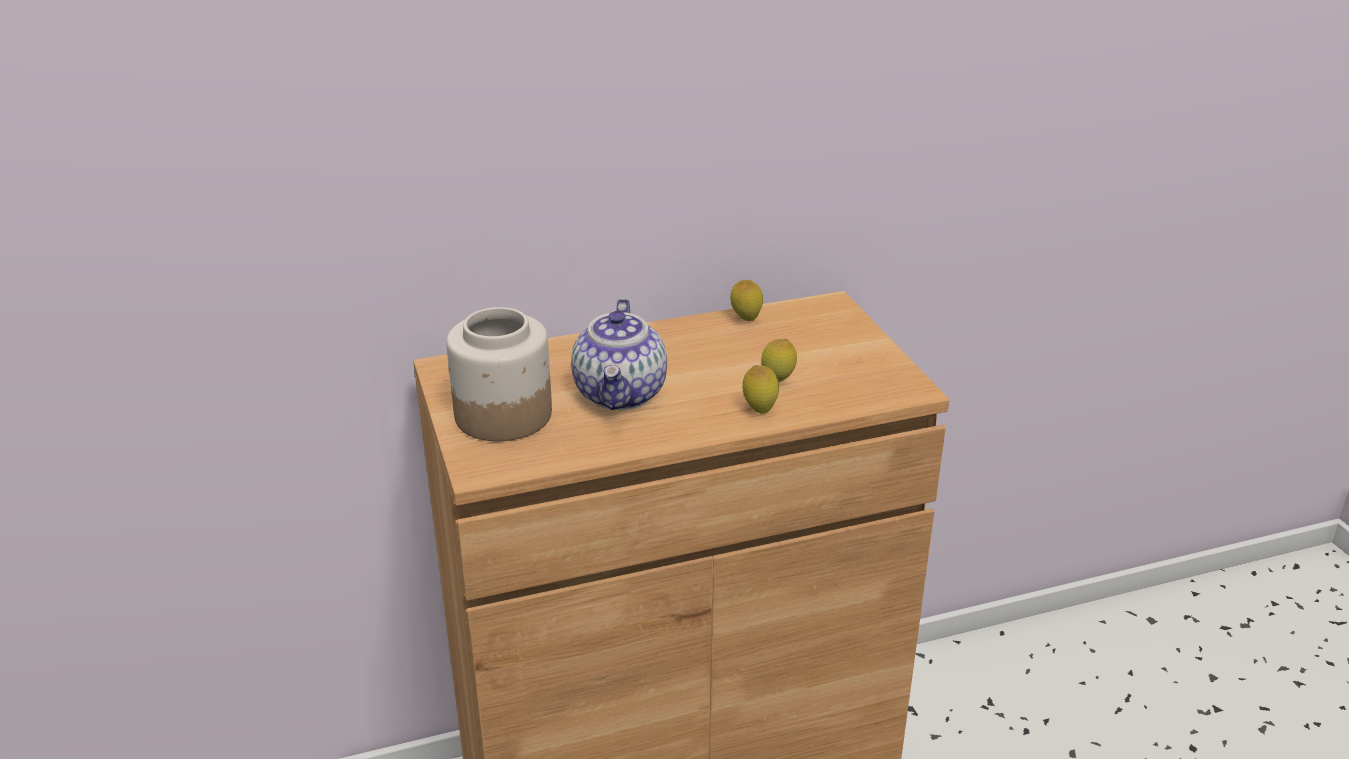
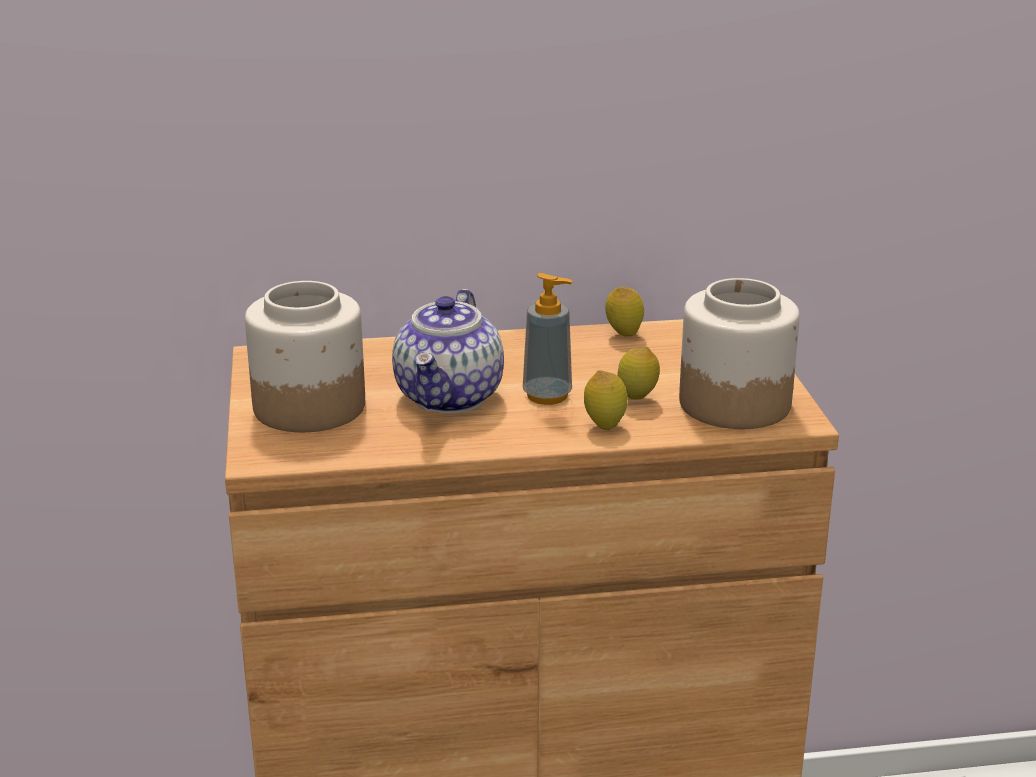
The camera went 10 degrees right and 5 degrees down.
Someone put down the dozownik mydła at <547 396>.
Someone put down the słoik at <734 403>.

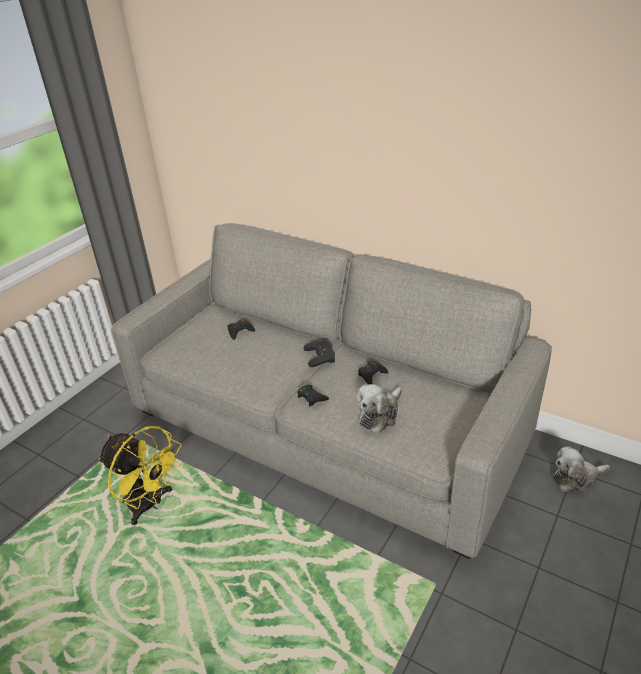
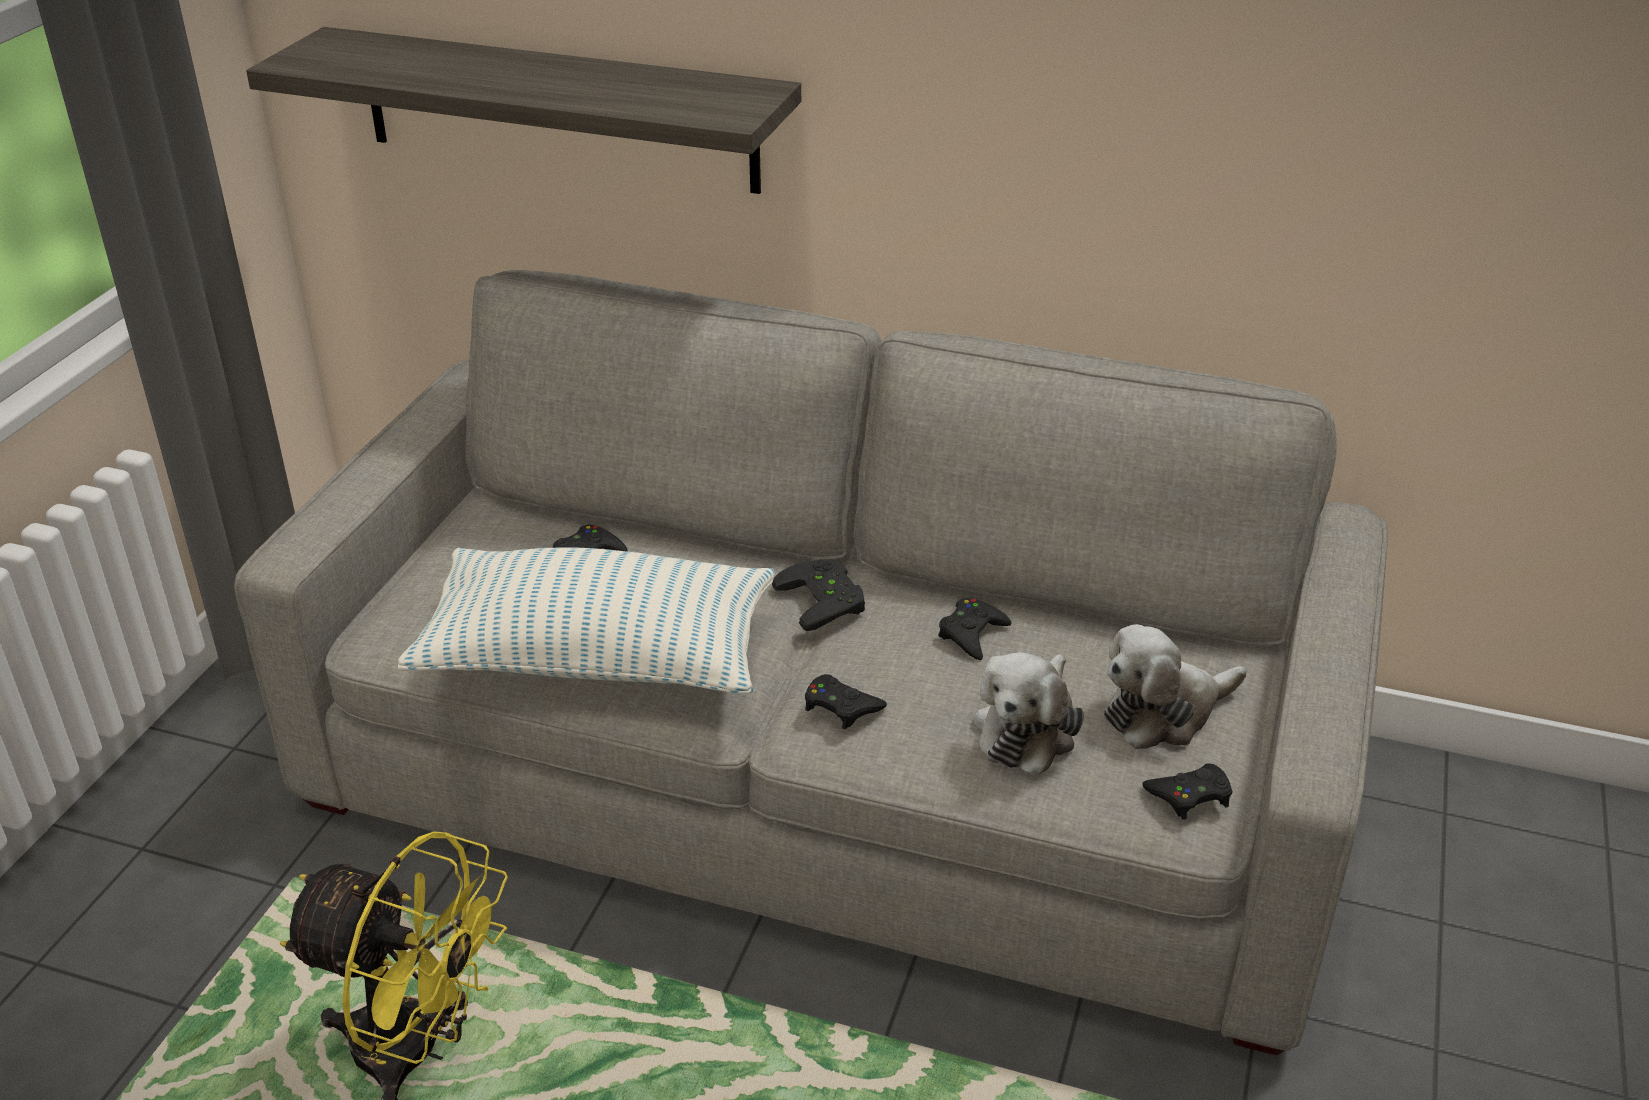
The camera went 15 degrees left and 0 degrees up.
Someone carried the pluszak from <576 478> to <1164 713>.
Someone put up the półka at <558 110>.
Someone put down the poduszka at <598 658>.
Someone put down the pad do gier [czarny] at <1190 795>.

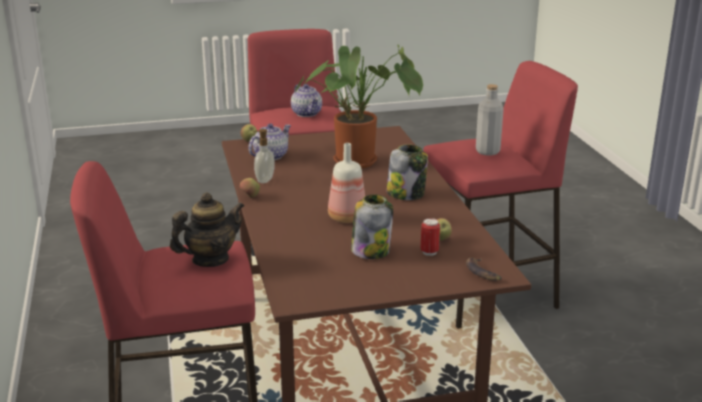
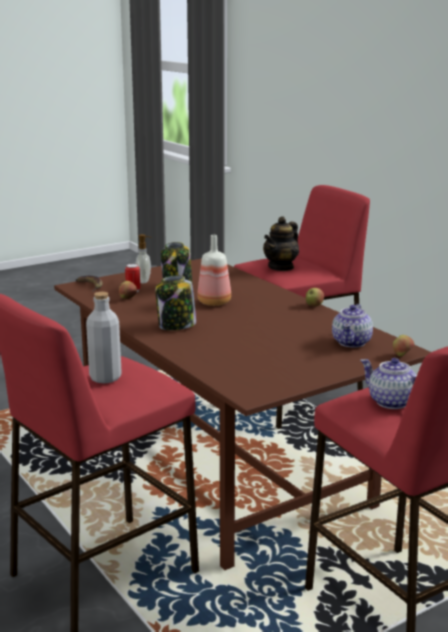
The camera went 160 degrees right and 5 degrees down.
Someone took away the roślina doniczkowa at <360 161>.
Someone carried the dozownik mydła from <264 180> to <144 281>.

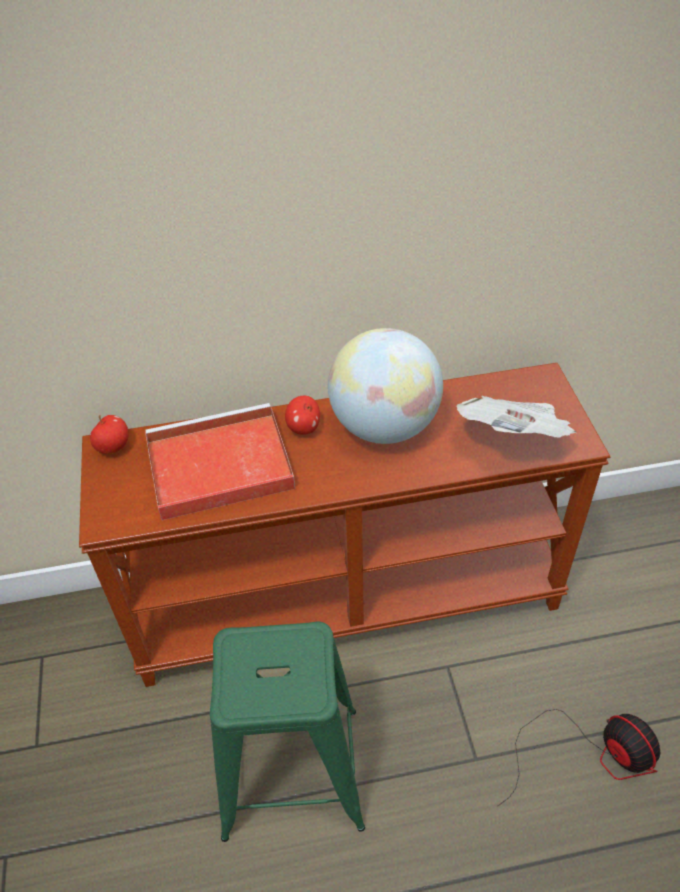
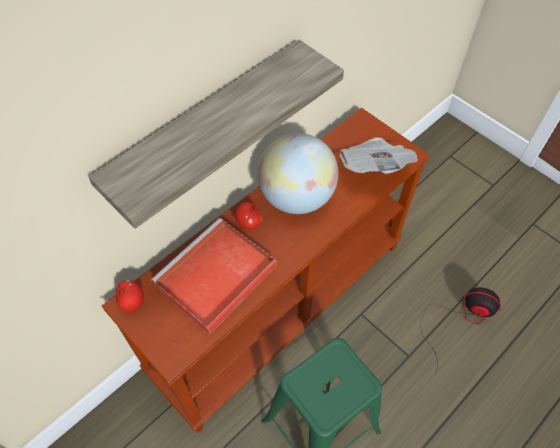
The camera went 35 degrees left and 10 degrees up.
Someone put up the półka at <207 128>.

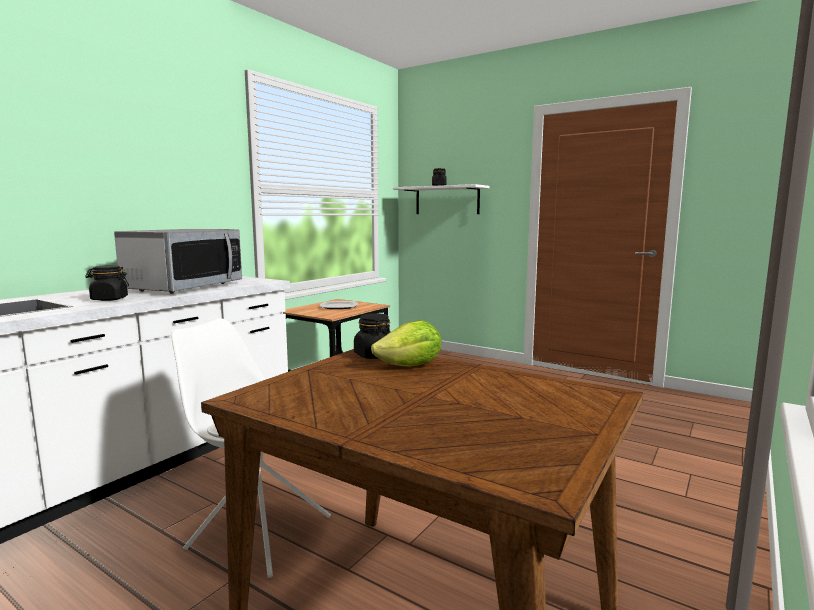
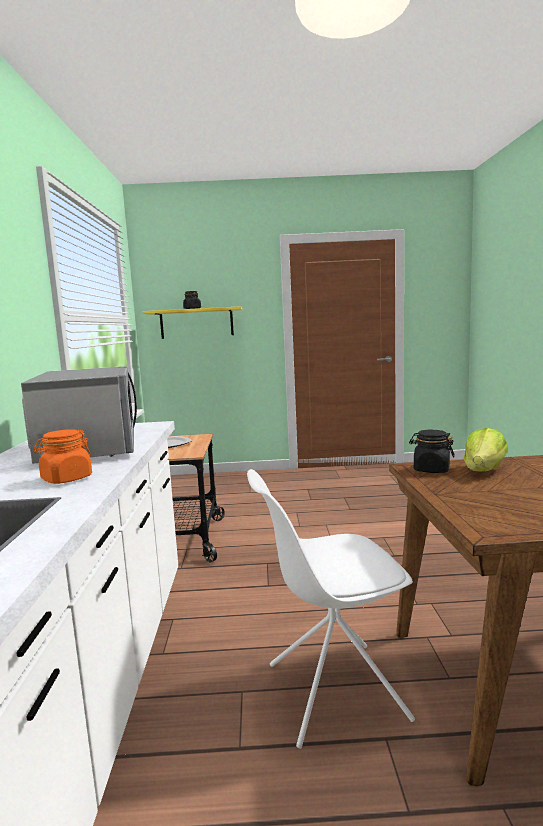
The camera went 35 degrees left and 0 degrees up.
Someone repainted the półka [biały] at <447 200>, which became the półka [żółty] at <196 323>.
Someone repainted the słoik [czarny] at <109 299>, which became the słoik [pomarańczowy] at <66 479>.

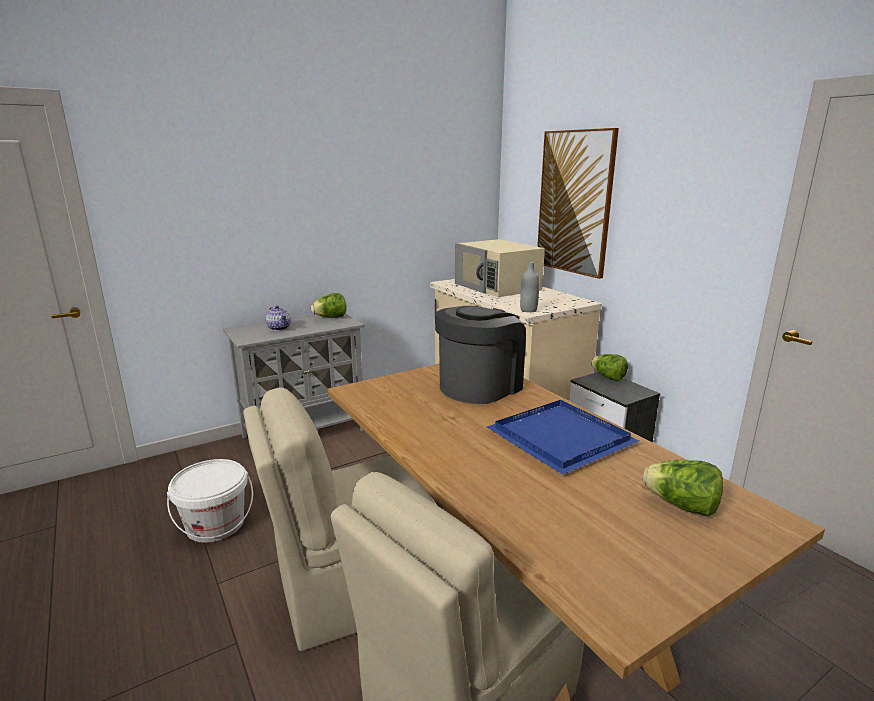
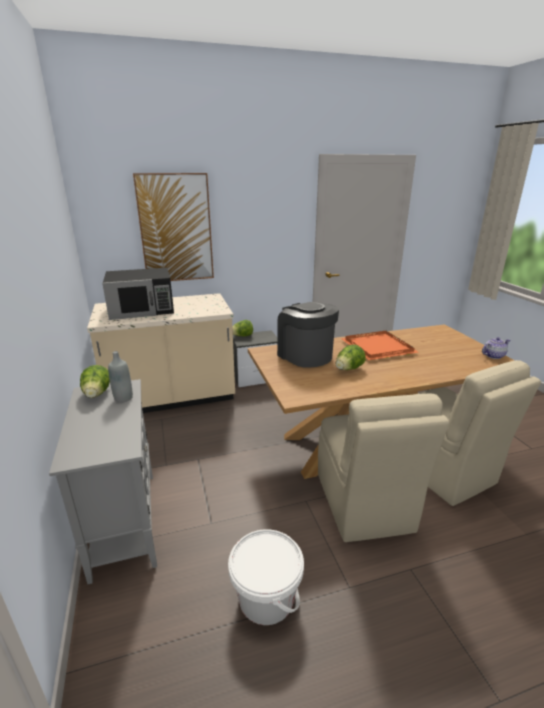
The camera went 75 degrees left and 5 degrees up.
Someone repainted the mikrofalówka [beżowy] at <497 286>, which became the mikrofalówka [czarny] at <142 309>.
Someone carried the butelka [szary] from <528 310> to <123 398>.
Someone carried the imbryk from <279 328> to <493 356>.
Someone repainted the taca [niebieski] at <560 437>, which became the taca [pomarańczowy] at <376 347>.
Someone carried the sałata from <681 506> to <348 369>.

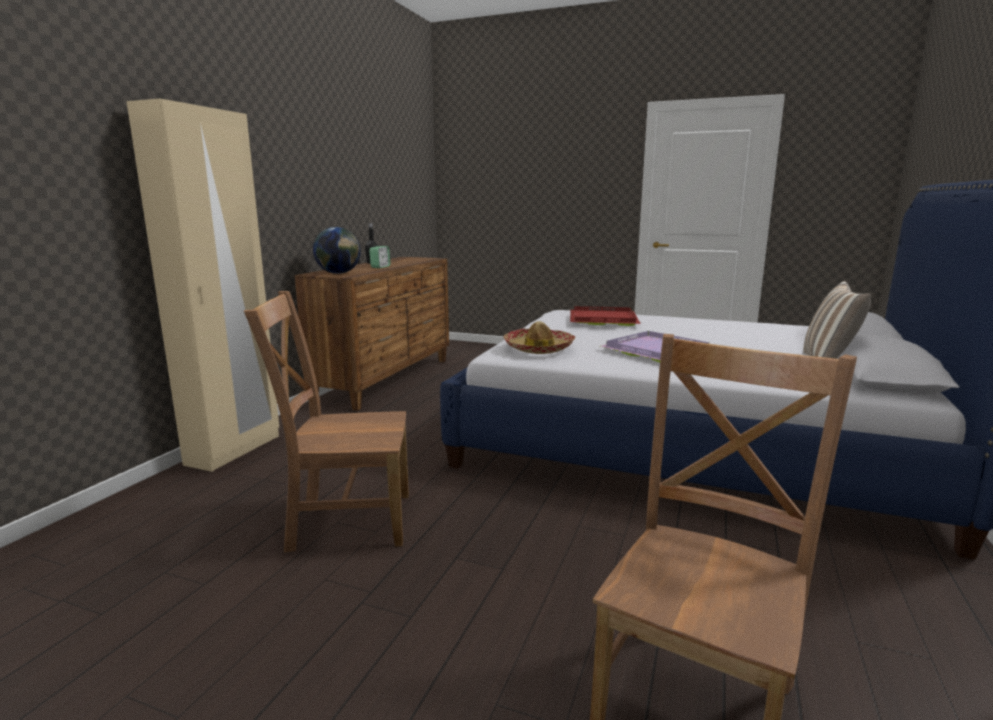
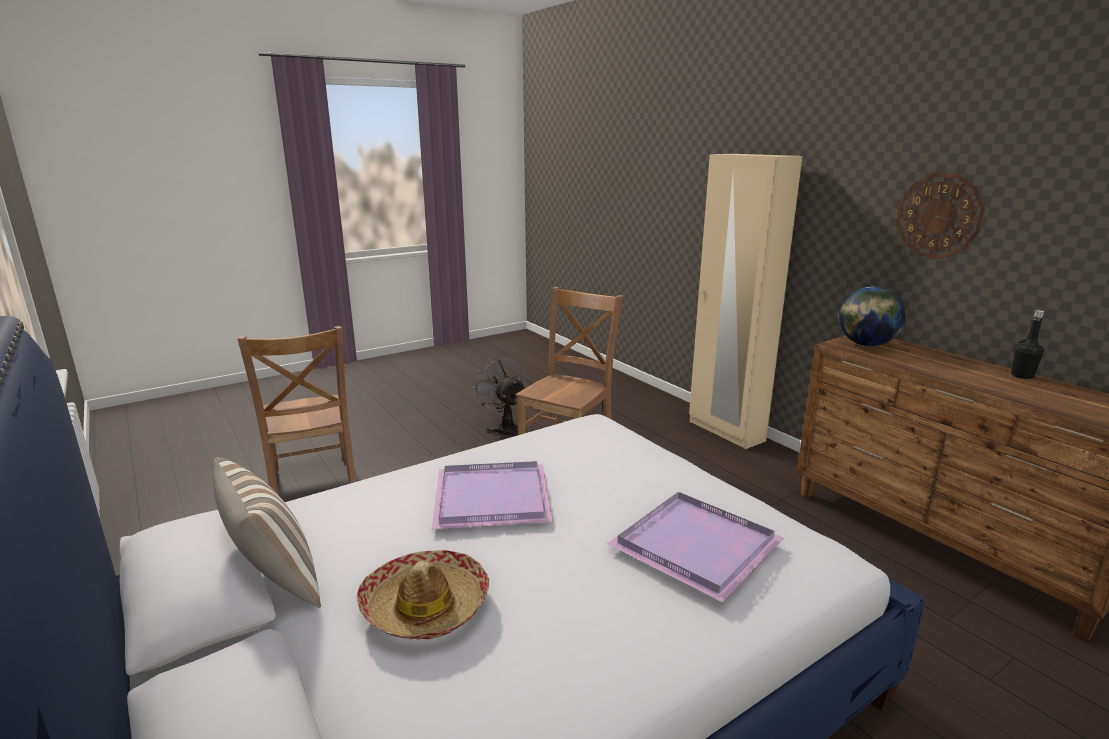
The camera went 125 degrees right and 5 degrees up.
Someone took away the budzik at <380 267>.
Someone repainted the taca [czerwony] at <601 319>, which became the taca [fioletowy] at <699 546>.
Someone carried the kapelusz from <538 348> to <426 606>.
Someone put up the zegar ścienny at <938 216>.
Someone put down the wentylator [szary] at <504 429>.

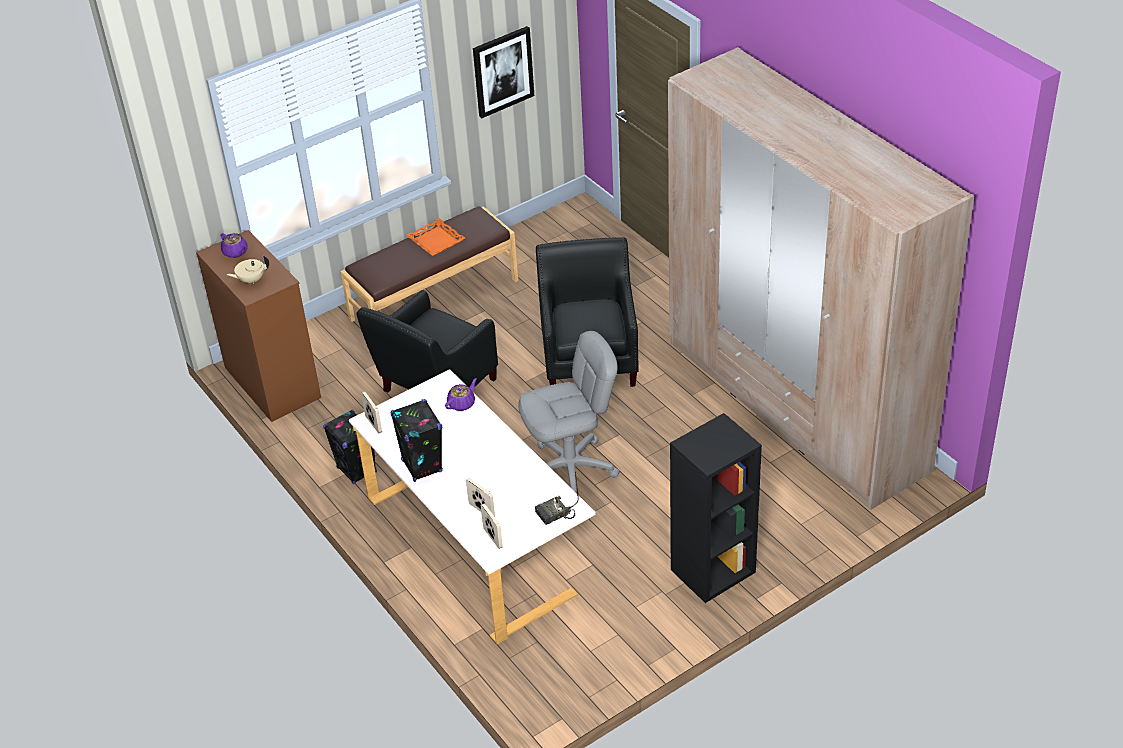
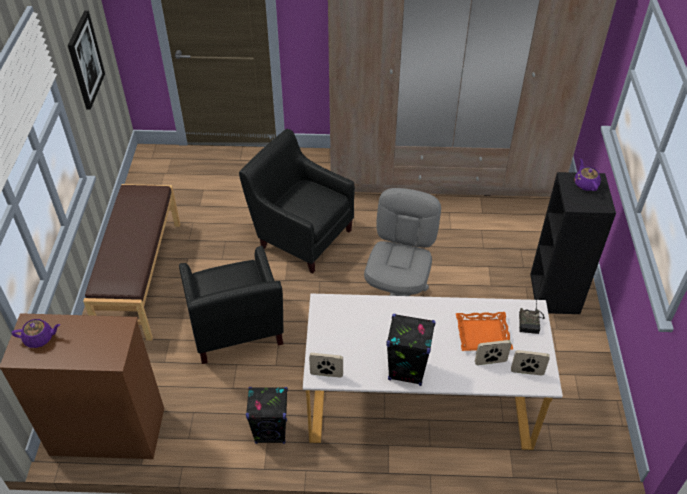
The camera went 55 degrees left and 5 degrees up.
Someone carried the taca [pomarańczowy] from <436 241> to <483 334>.
Someone took away the imbryk [beżowy] at <251 280>.
Someone carried the imbryk [fioletowy] from <462 403> to <585 184>.

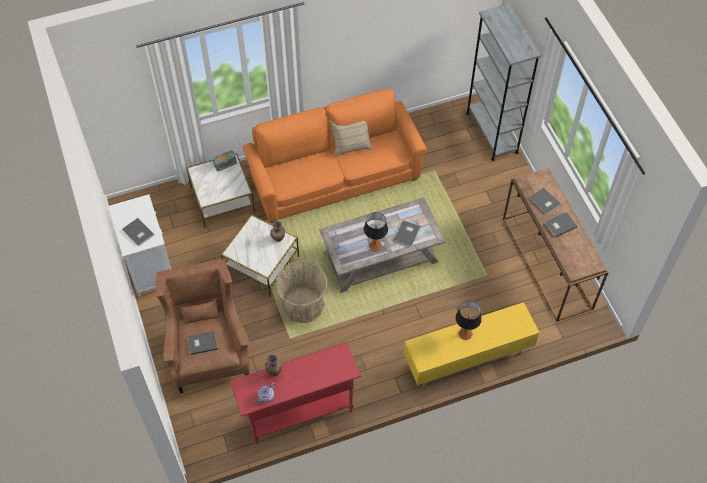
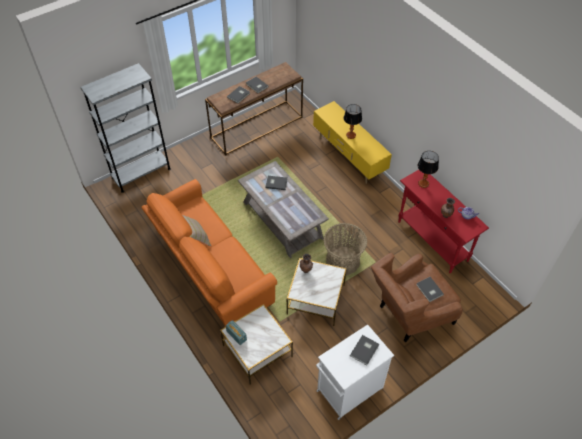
The camera went 105 degrees left and 5 degrees down.
Someone carried the lampa stołowa from <375 246> to <423 183>.

